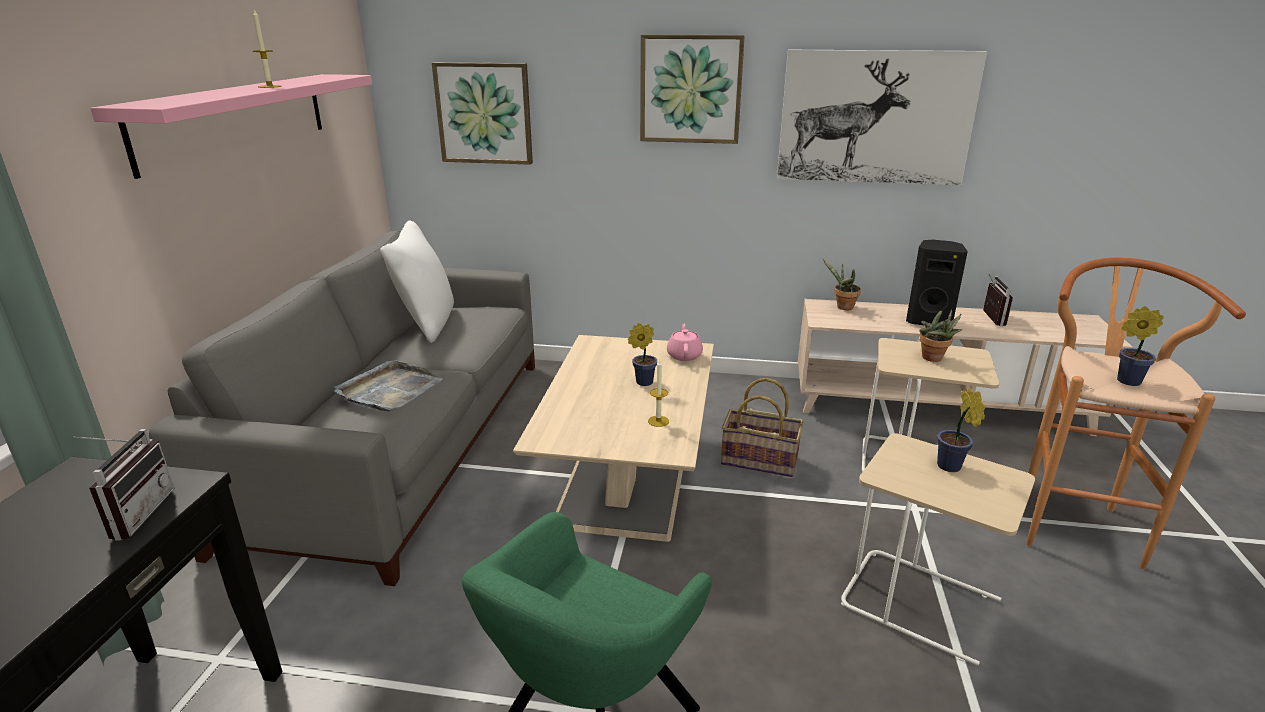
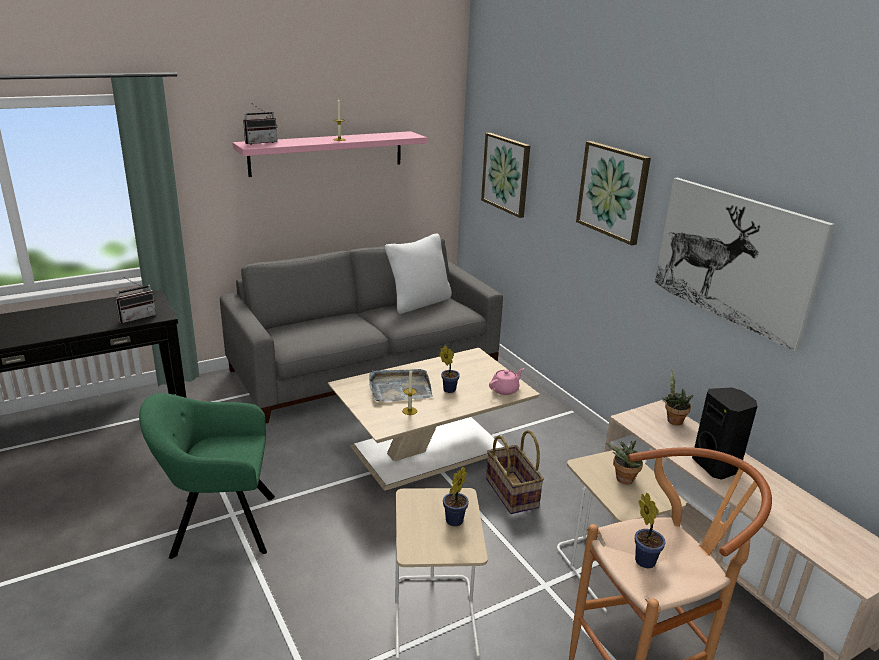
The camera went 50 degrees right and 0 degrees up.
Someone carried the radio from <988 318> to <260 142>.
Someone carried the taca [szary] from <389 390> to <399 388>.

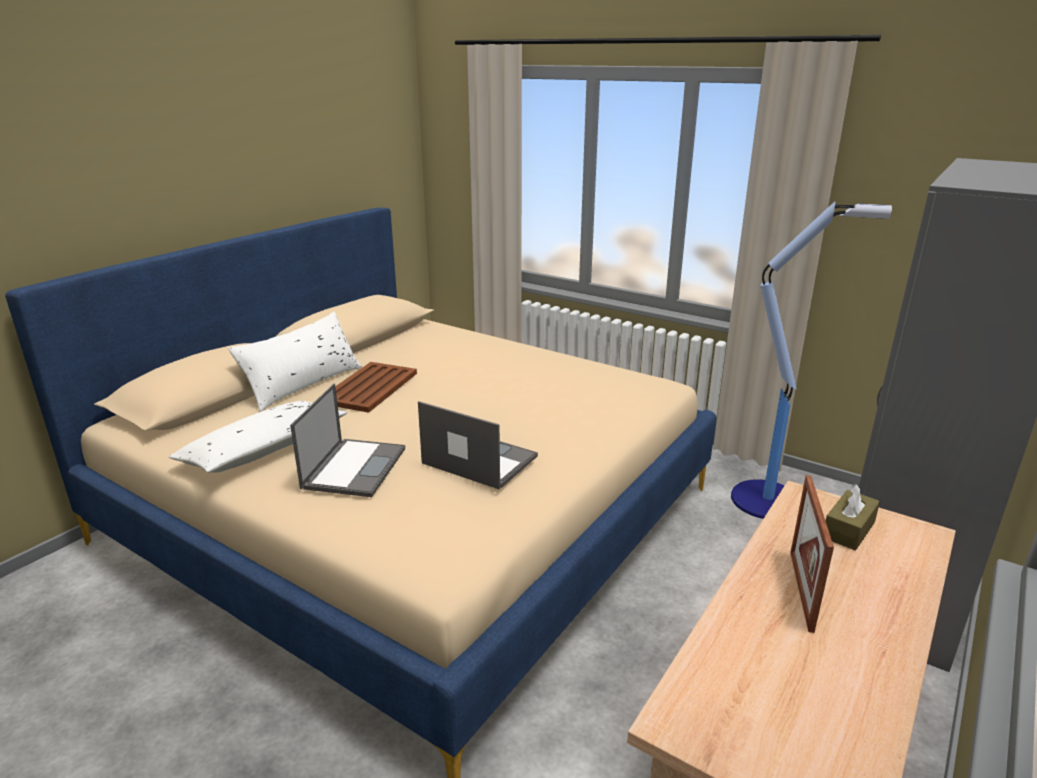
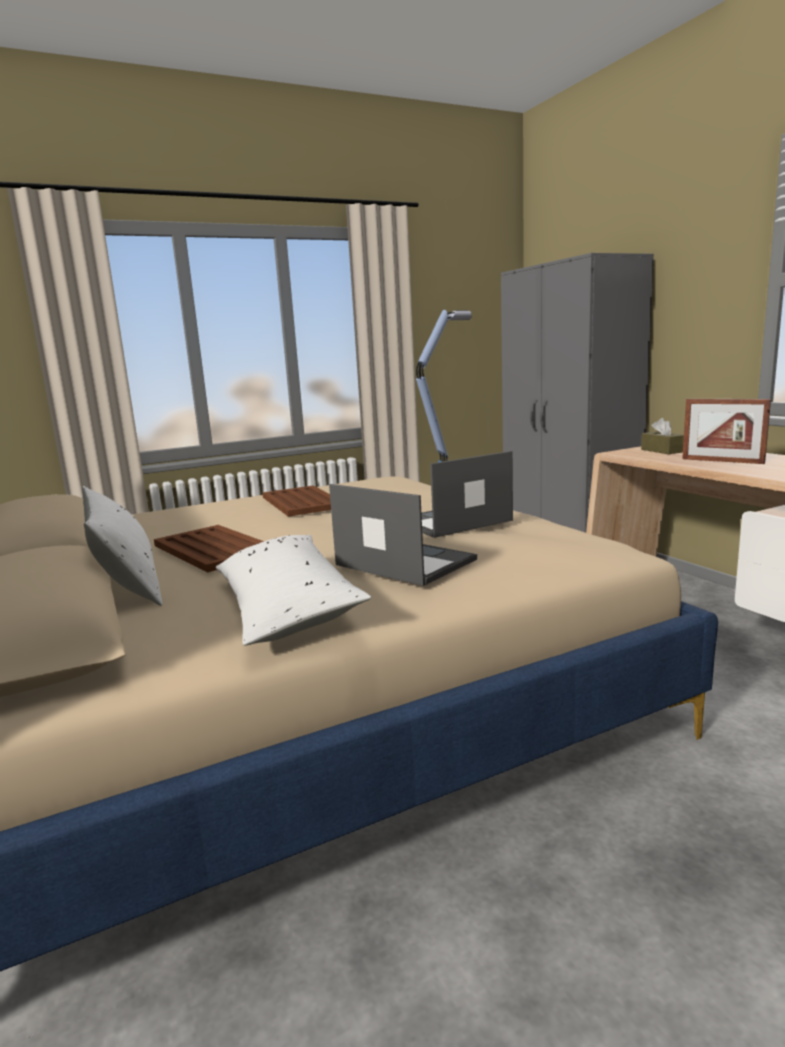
The camera went 60 degrees left and 10 degrees down.
Someone put down the taca [brązowy] at <302 502>.

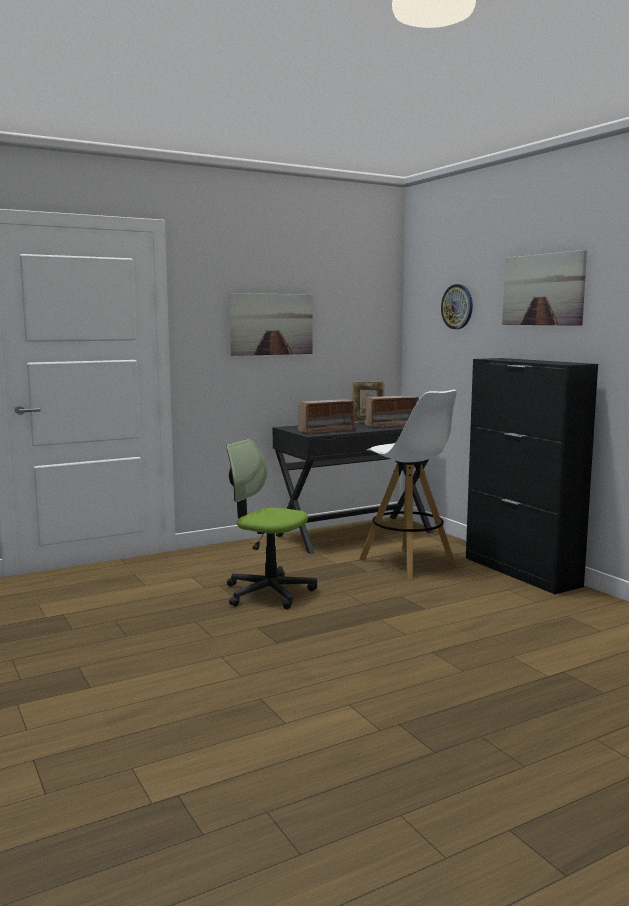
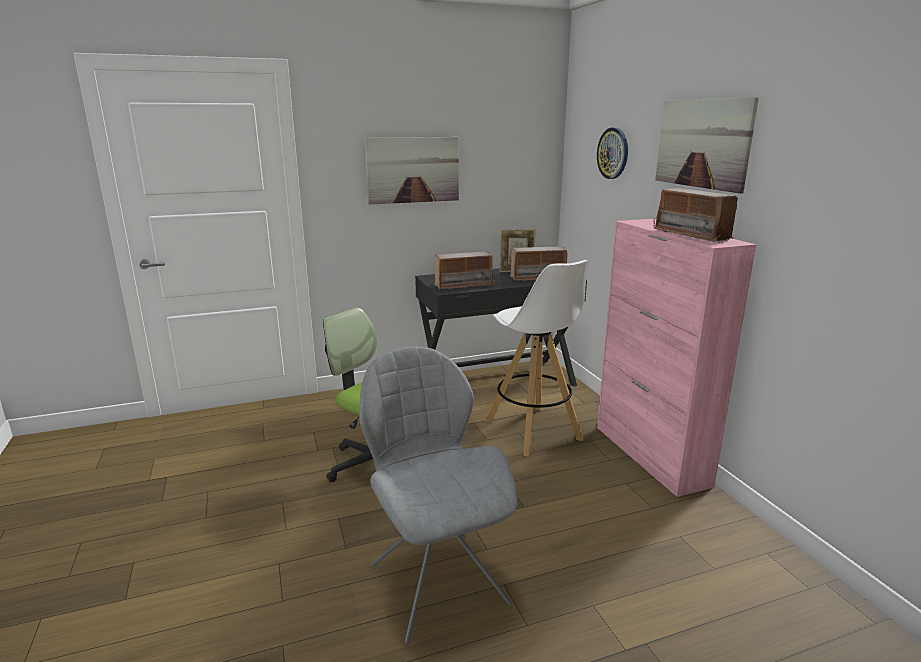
The camera went 10 degrees right and 10 degrees up.
Someone repainted the szafka [czarny] at <521 572>, which became the szafka [różowy] at <650 455>.
Someone put down the radio at <692 235>.
Someone put down the krzesło [szary] at <436 580>.

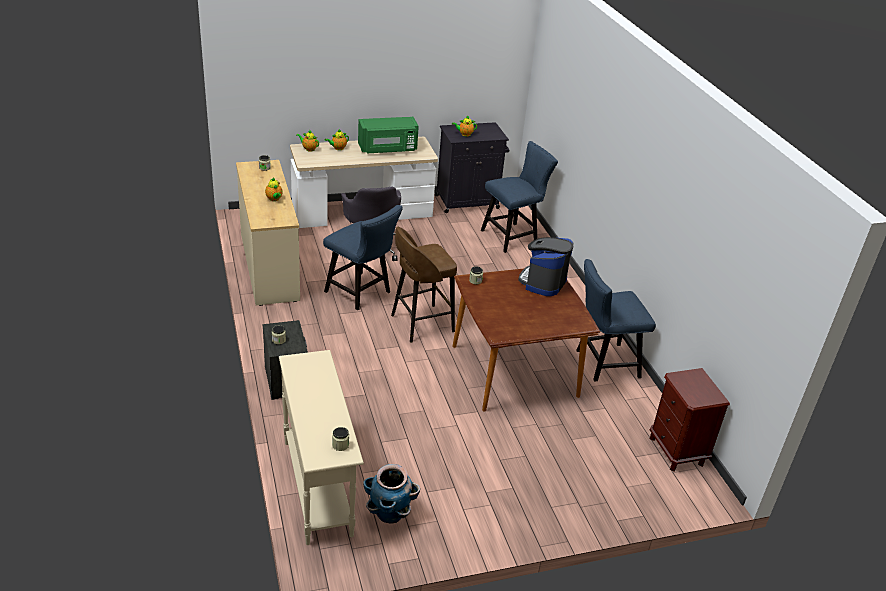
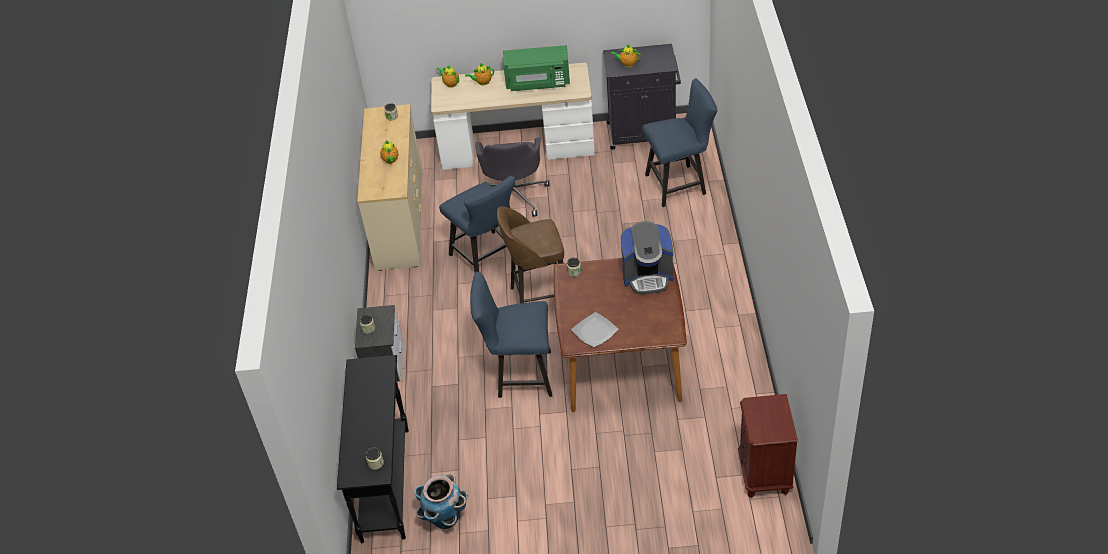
The camera went 20 degrees right and 10 degrees up.
Someone rotated the ekspres do kawy at <543 282> by 135 degrees counterclockwise.
Someone carried the krzesło [niebieski] from <602 363> to <519 375>.
Someone repainted the stolik konsolowy [beżowy] at <318 487>, which became the stolik konsolowy [czarny] at <386 484>.
Someone put down the talerz at <594 332>.

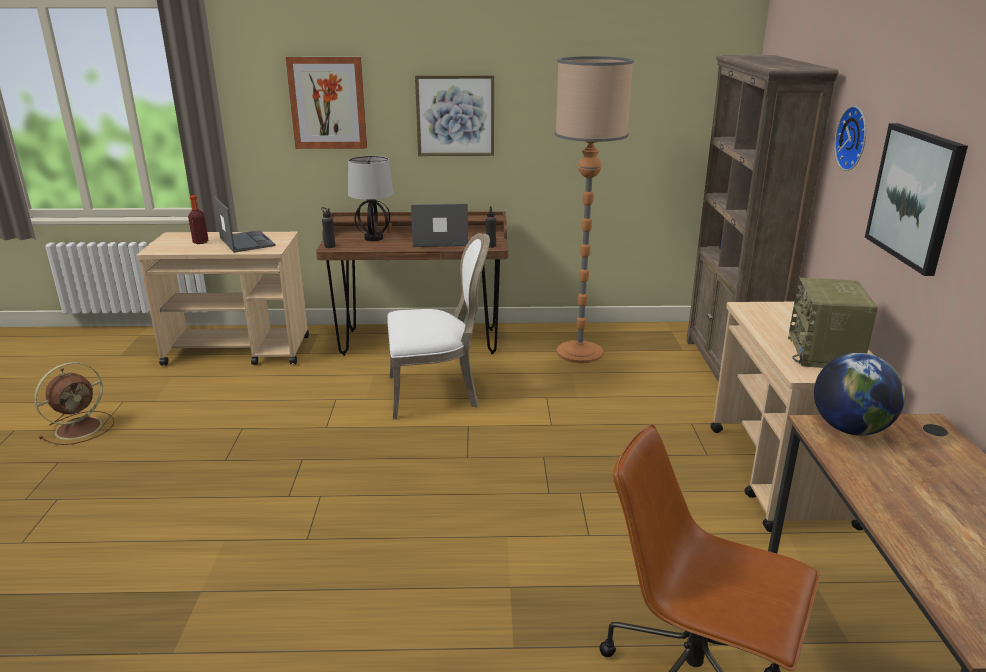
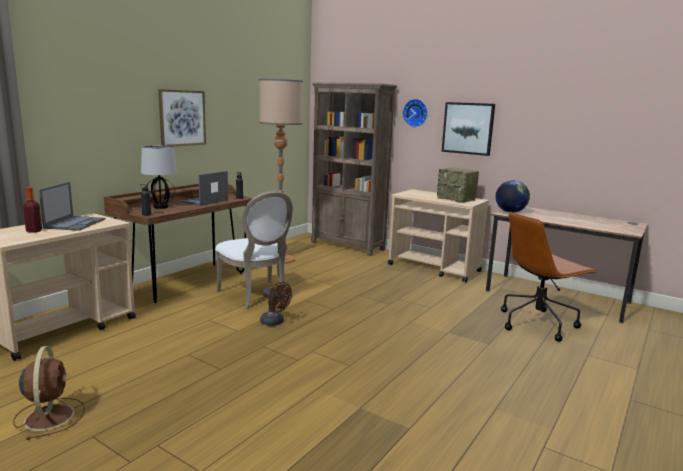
The camera went 55 degrees left and 10 degrees down.
Someone took away the obraz at <328 103>.
Someone rotated the laptop at <246 241> by 90 degrees clockwise.
Someone rotated the krzesło [biały] at <437 393> by 120 degrees clockwise.
Someone put down the wentylator [brązowy] at <275 322>.

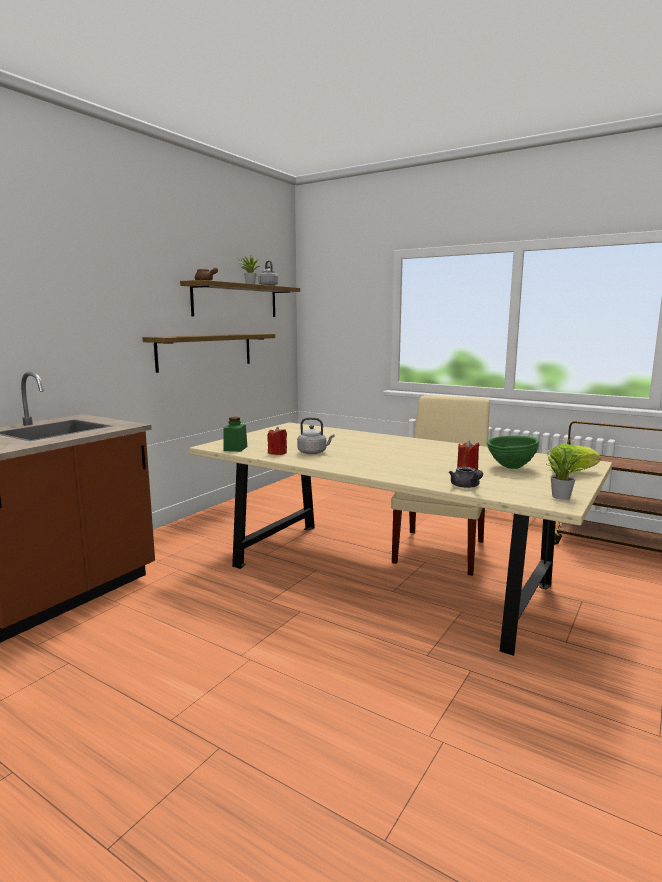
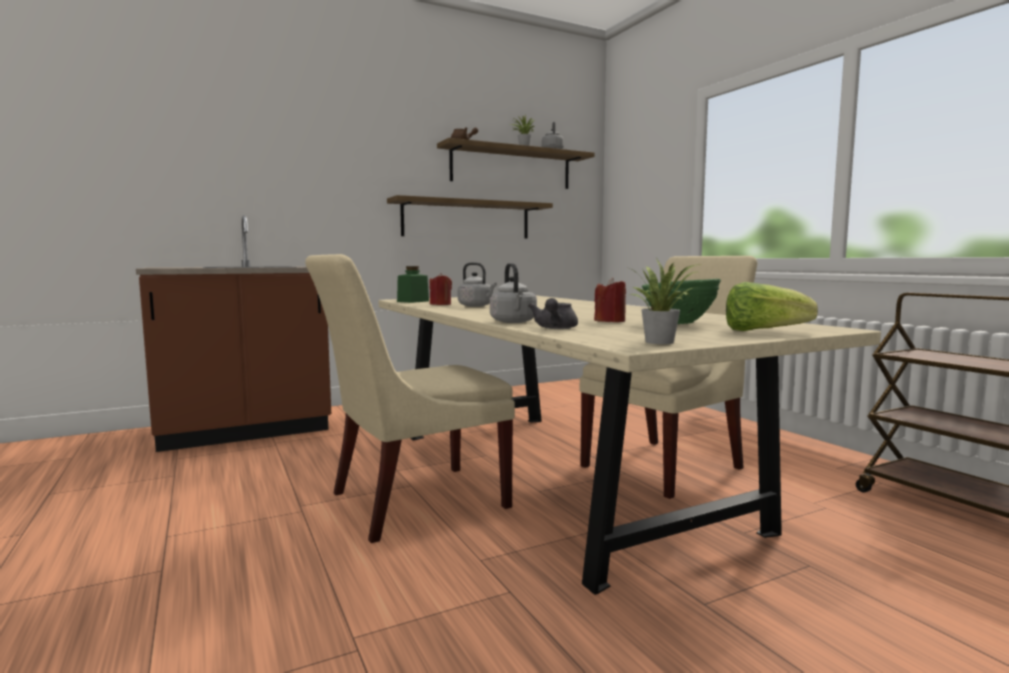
The camera went 30 degrees right and 5 degrees down.
Someone put down the krzesło [beżowy] at <411 501>.
Someone put down the czajnik [szary] at <514 322>.

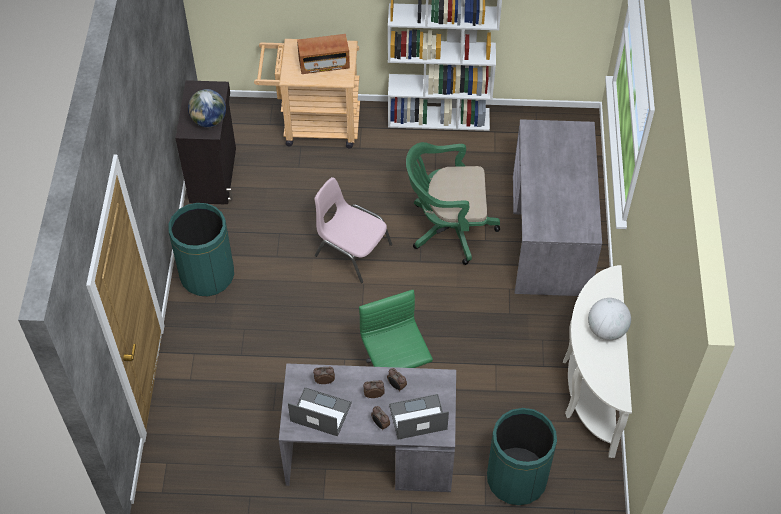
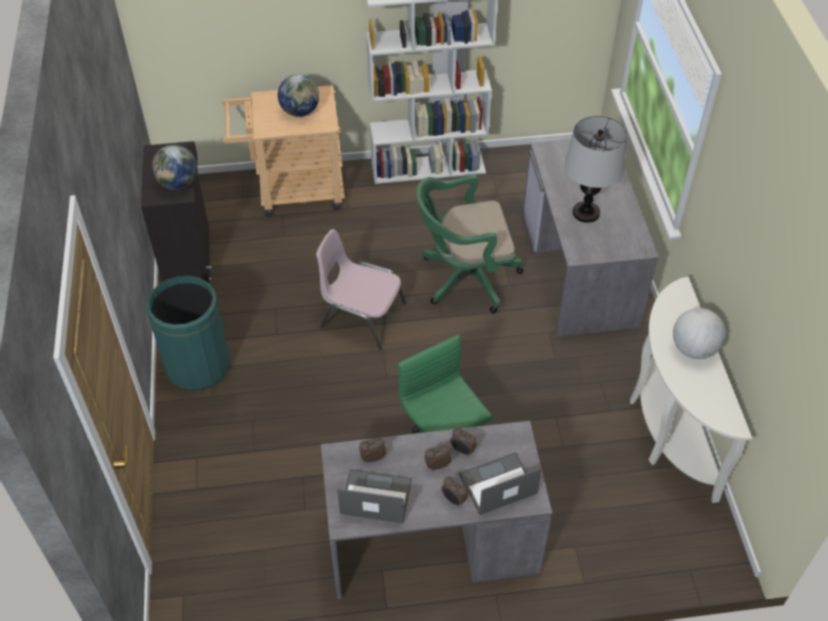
The camera went 10 degrees left and 5 degrees down.
Someone swapped the radio at <324 64> for the globus at <300 111>.
Someone took away the kosz na śmieci [zielony] at <516 478>.
Someone put down the lampa stołowa at <585 213>.

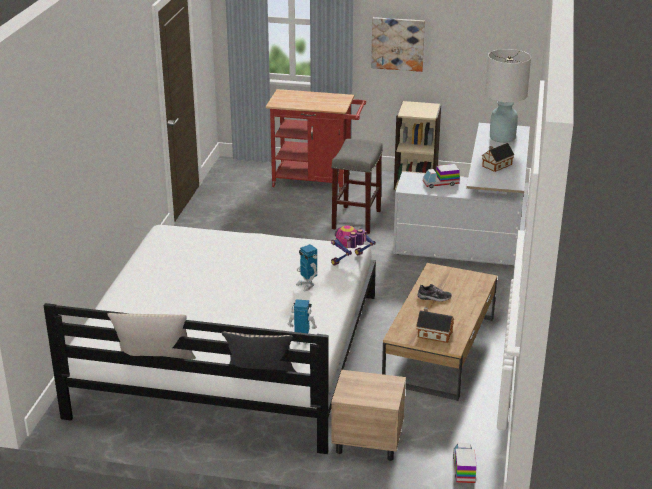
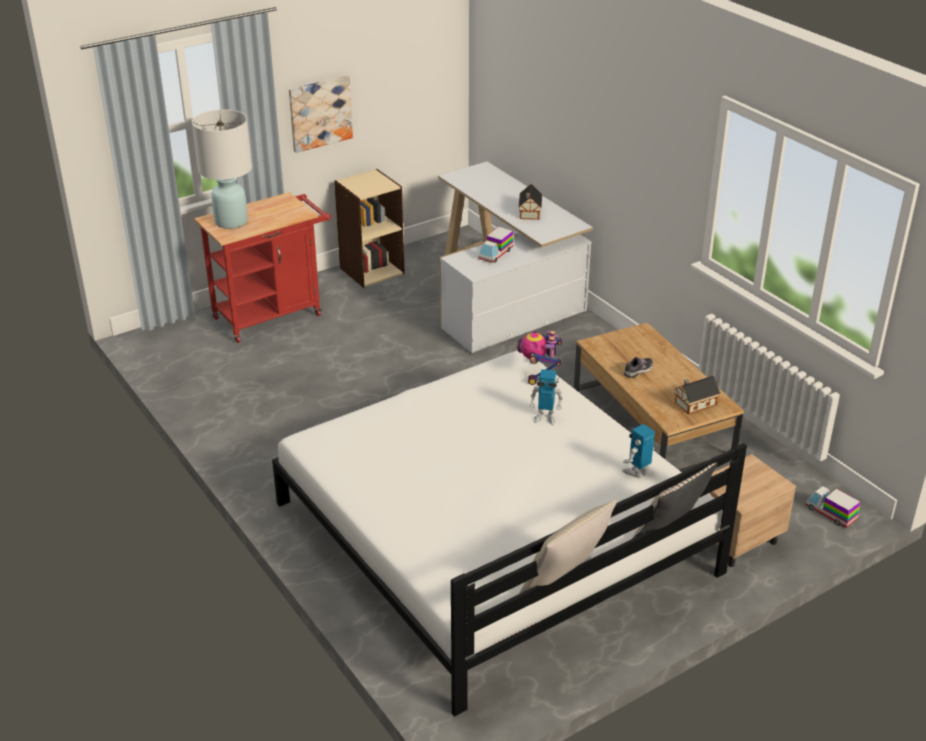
The camera went 45 degrees left and 5 degrees up.
Someone carried the lampa stołowa [biały] from <502 137> to <231 221>.
Someone took away the stołek [szary] at <356 219>.

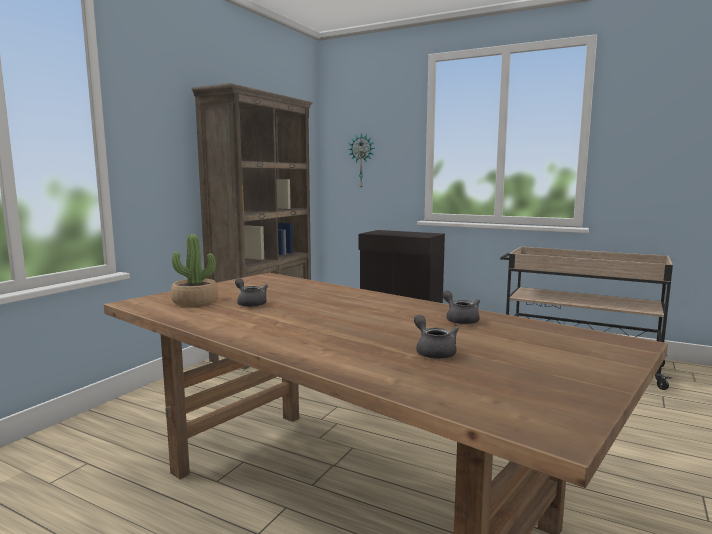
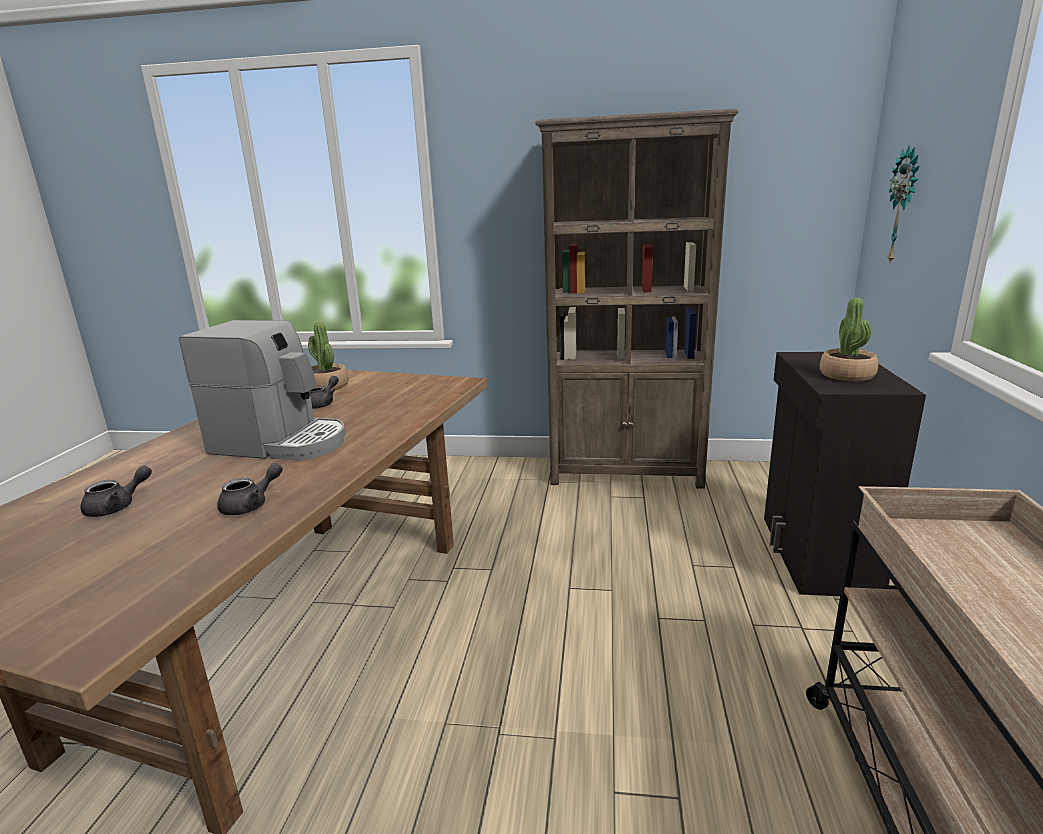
The camera went 70 degrees right and 10 degrees up.
Someone put down the roślina doniczkowa at <847 375>.
Someone put down the ekspres do kawy at <281 443>.

